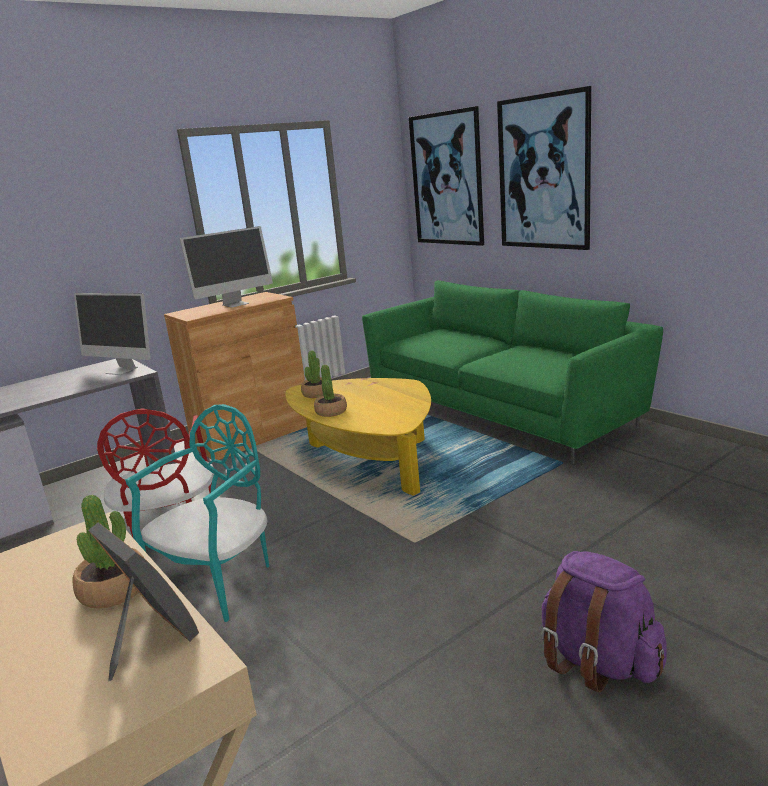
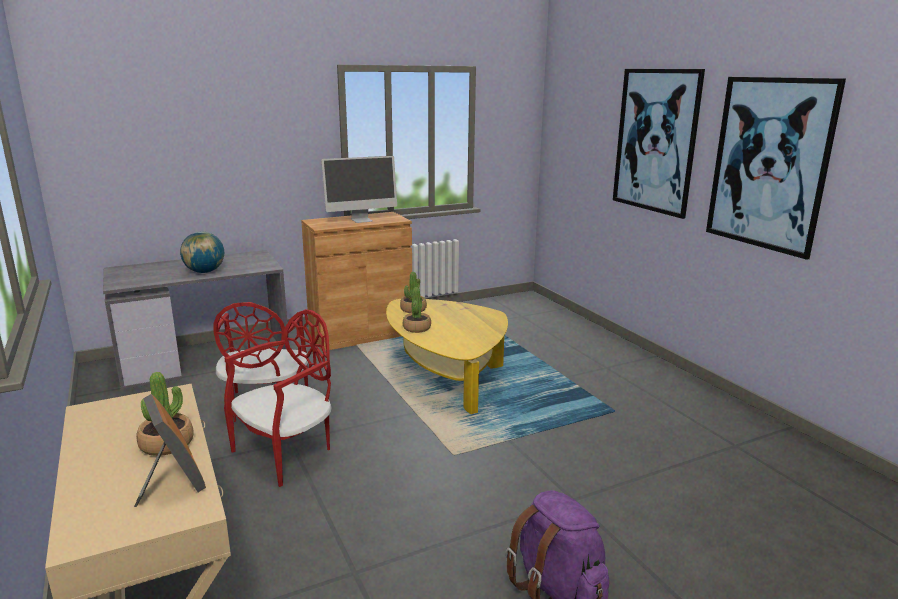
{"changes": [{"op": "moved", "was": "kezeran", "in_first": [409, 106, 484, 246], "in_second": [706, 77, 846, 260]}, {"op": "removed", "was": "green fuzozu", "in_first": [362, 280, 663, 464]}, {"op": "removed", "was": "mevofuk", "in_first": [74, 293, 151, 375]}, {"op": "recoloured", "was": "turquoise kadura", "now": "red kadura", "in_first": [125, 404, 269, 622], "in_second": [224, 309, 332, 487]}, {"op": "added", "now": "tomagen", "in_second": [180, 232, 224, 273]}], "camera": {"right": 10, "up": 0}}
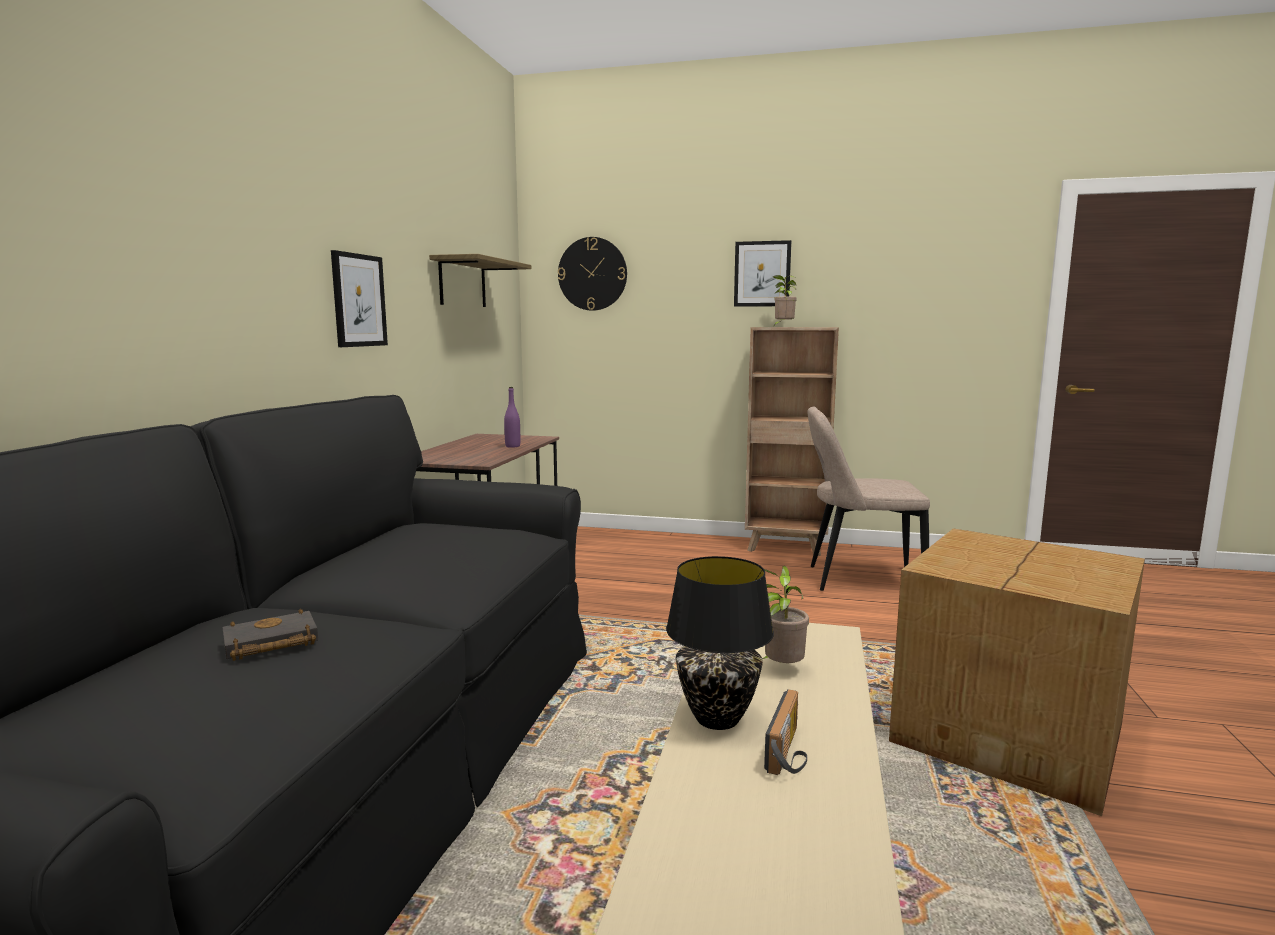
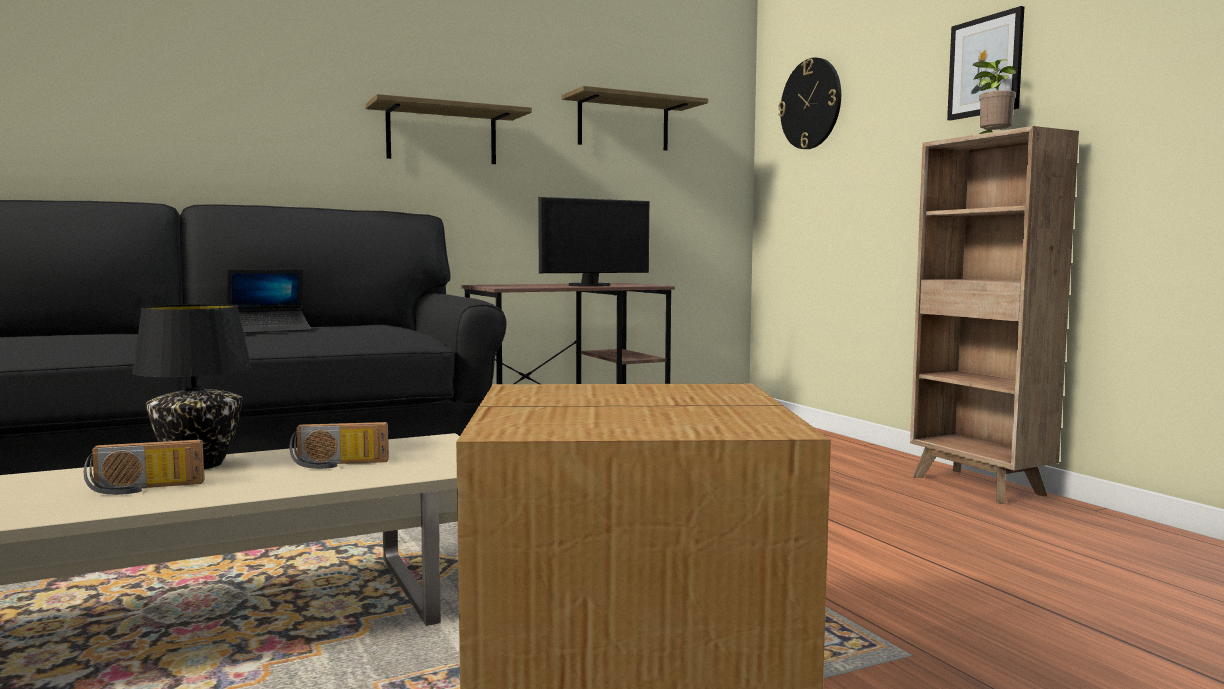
{"changes": [{"op": "replaced", "was": "kezeran", "now": "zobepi", "in_first": [331, 250, 388, 347], "in_second": [365, 94, 532, 164]}, {"op": "replaced", "was": "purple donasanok", "now": "mevofuk", "in_first": [504, 387, 520, 448], "in_second": [538, 197, 649, 287]}, {"op": "removed", "was": "beige kadura", "in_first": [808, 407, 930, 591]}, {"op": "replaced", "was": "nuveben", "now": "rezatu", "in_first": [762, 566, 809, 663], "in_second": [289, 422, 389, 469]}, {"op": "removed", "was": "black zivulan", "in_first": [222, 609, 318, 661]}, {"op": "added", "now": "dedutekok", "in_second": [227, 269, 311, 333]}], "camera": {"right": 50, "up": -5}}
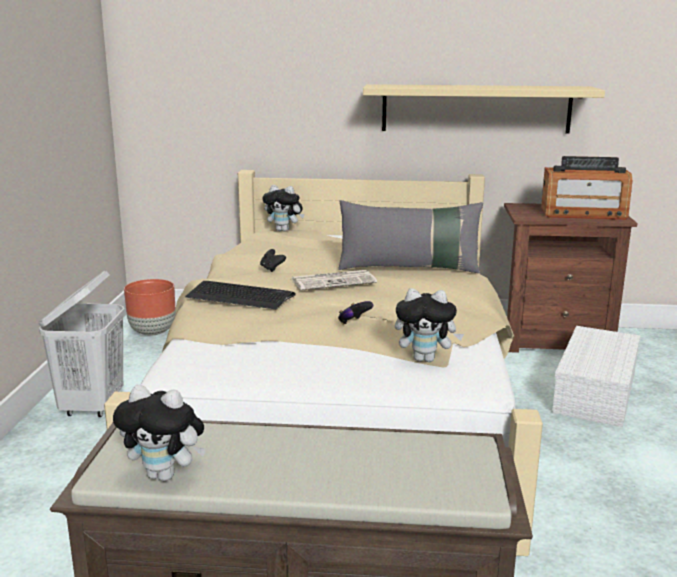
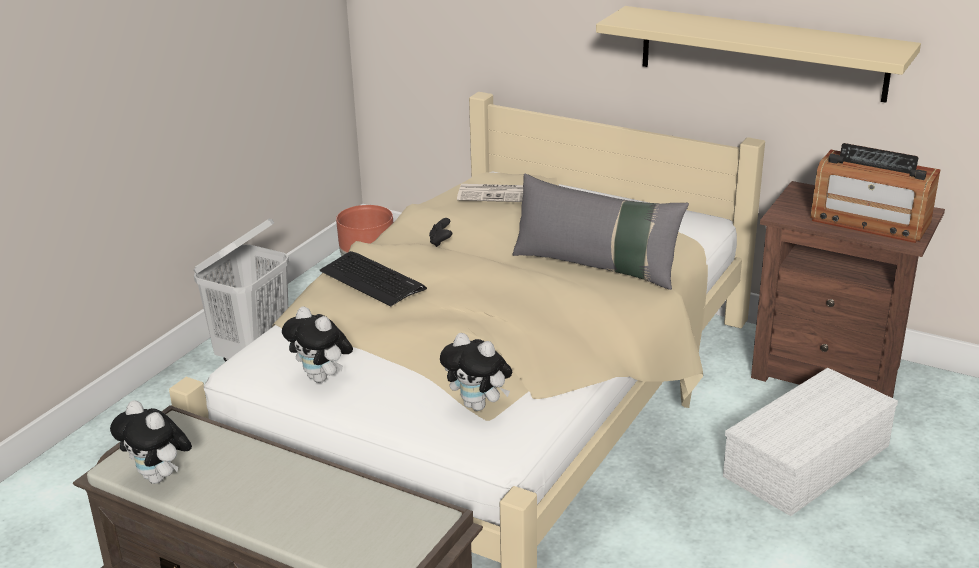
{"changes": [{"op": "moved", "was": "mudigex", "in_first": [263, 185, 305, 232], "in_second": [282, 306, 353, 383]}, {"op": "moved", "was": "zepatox", "in_first": [291, 270, 377, 290], "in_second": [457, 184, 523, 202]}, {"op": "removed", "was": "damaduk", "in_first": [338, 301, 373, 325]}], "camera": {"right": 25, "up": 10}}
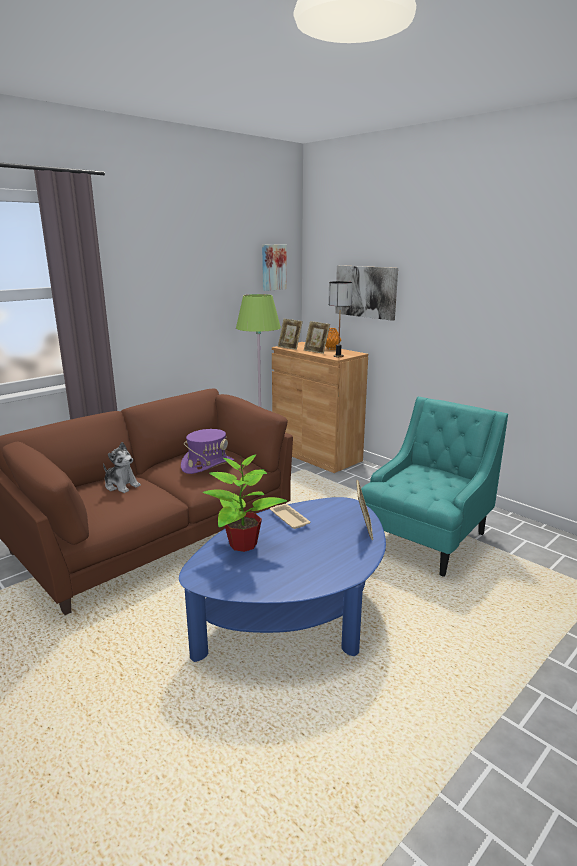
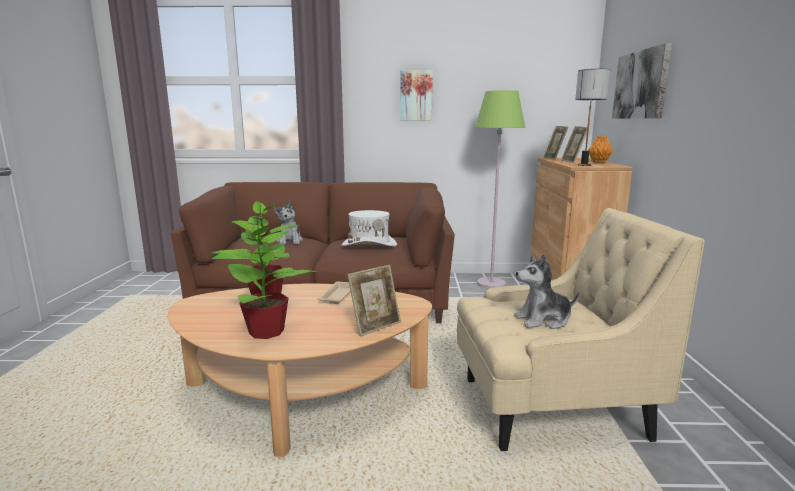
{"changes": [{"op": "moved", "was": "kezeran", "in_first": [262, 245, 287, 291], "in_second": [400, 70, 433, 120]}, {"op": "recoloured", "was": "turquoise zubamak", "now": "beige zubamak", "in_first": [361, 396, 508, 577], "in_second": [457, 208, 705, 451]}, {"op": "recoloured", "was": "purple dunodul", "now": "white dunodul", "in_first": [181, 429, 234, 474], "in_second": [342, 210, 397, 247]}, {"op": "recoloured", "was": "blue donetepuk", "now": "beige donetepuk", "in_first": [179, 497, 386, 662], "in_second": [167, 284, 432, 457]}, {"op": "added", "now": "nuveben", "in_second": [212, 215, 317, 339]}, {"op": "added", "now": "mudigex", "in_second": [514, 254, 580, 329]}], "camera": {"right": 45, "up": -5}}
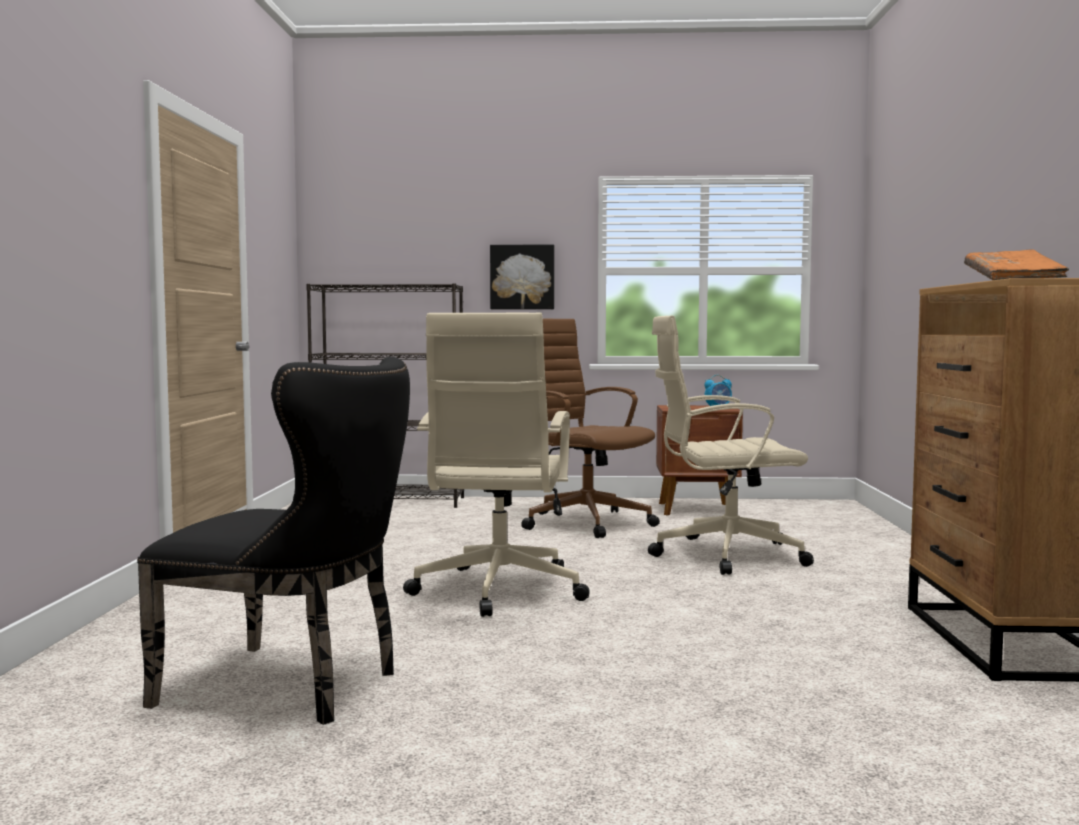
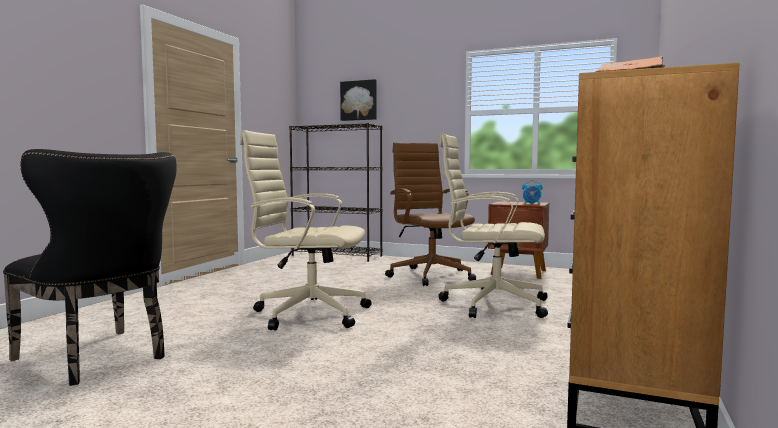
{"changes": [{"op": "moved", "was": "kezeran", "in_first": [490, 245, 554, 309], "in_second": [340, 79, 377, 121]}, {"op": "turned", "was": "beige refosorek", "in_first": [403, 313, 590, 617], "in_second": [240, 130, 372, 330], "clockwise": 75}], "camera": {"right": 20, "up": 0}}
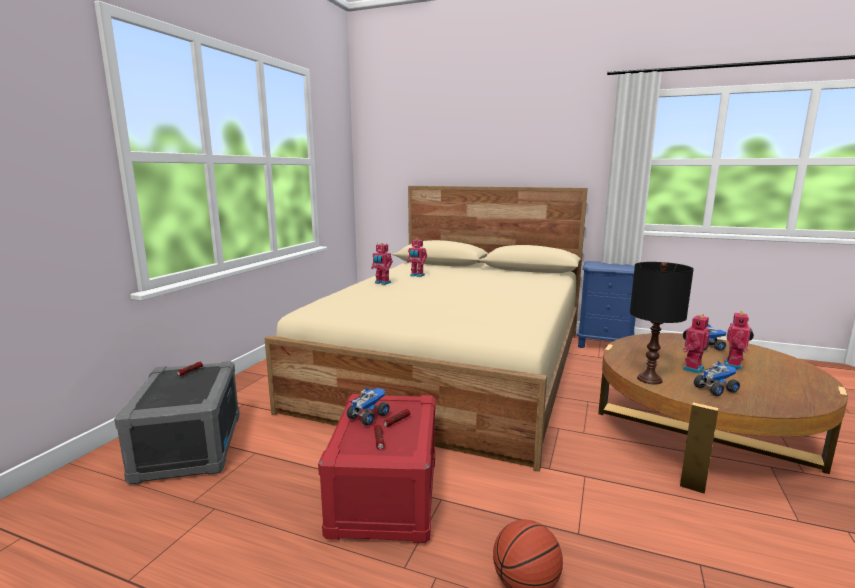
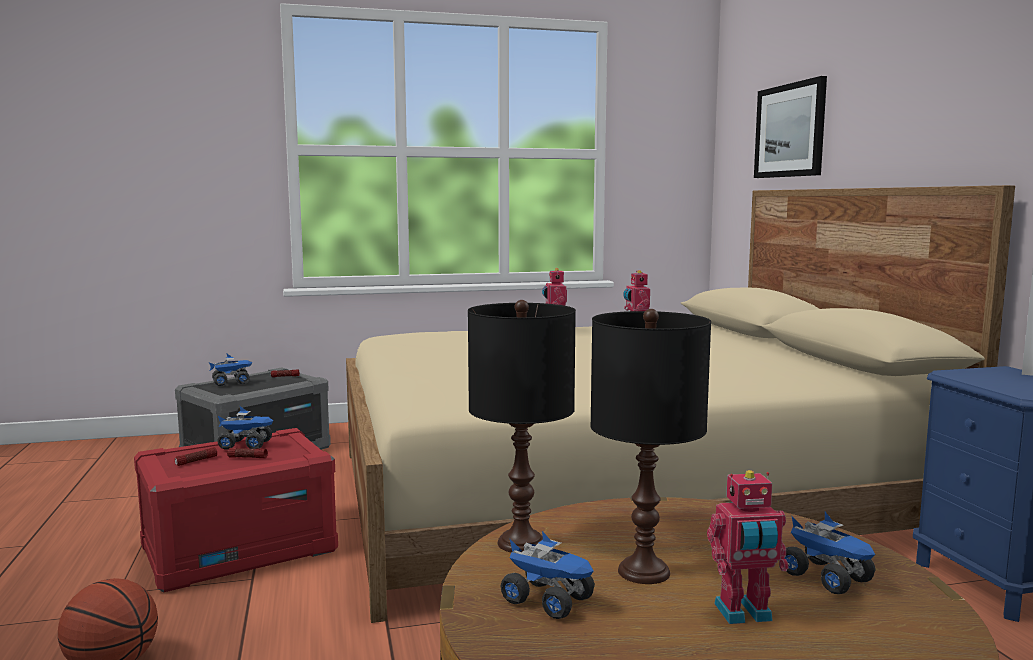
{"changes": [{"op": "replaced", "was": "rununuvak", "now": "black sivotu", "in_first": [683, 314, 710, 374], "in_second": [590, 309, 711, 584]}, {"op": "added", "now": "kezeran", "in_second": [754, 76, 827, 178]}, {"op": "added", "now": "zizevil", "in_second": [209, 353, 253, 386]}], "camera": {"right": 55, "up": -5}}
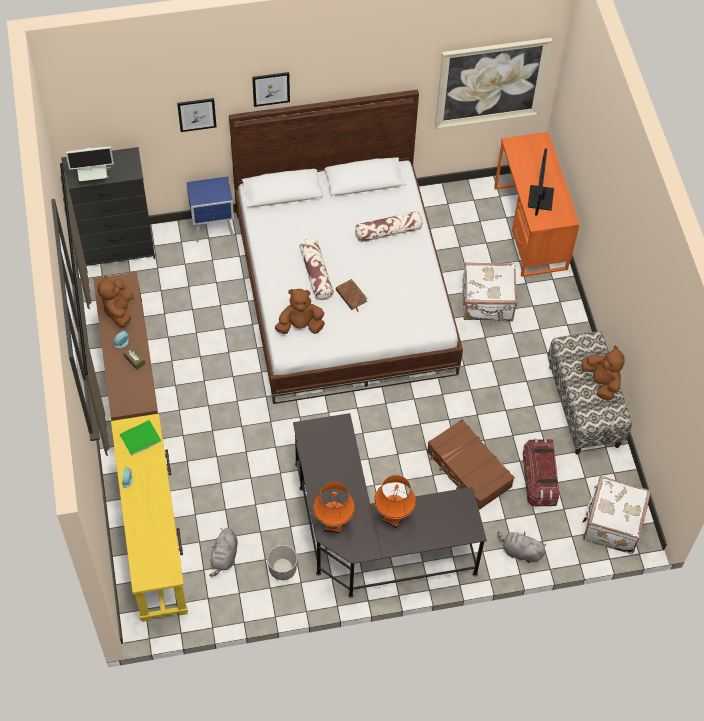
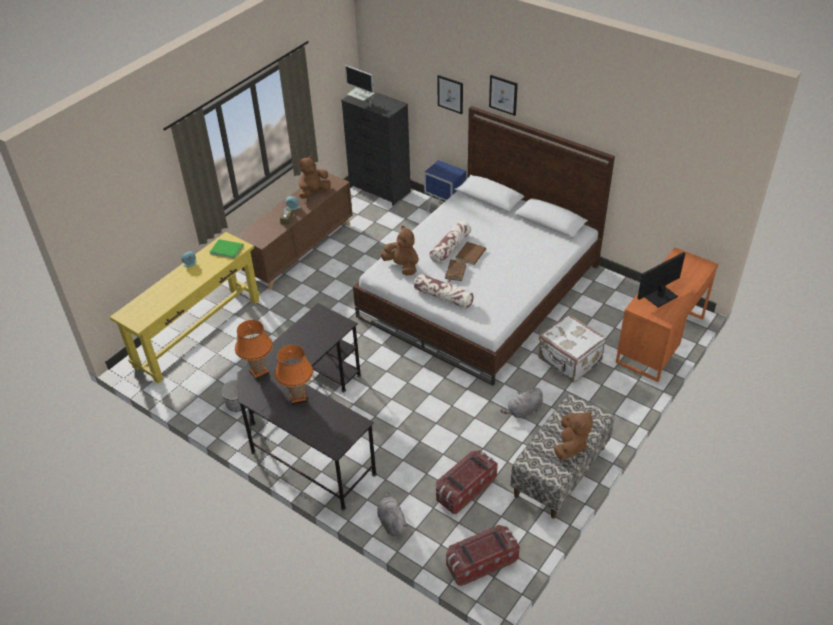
{"changes": [{"op": "removed", "was": "kezeran", "in_first": [435, 38, 553, 129]}, {"op": "moved", "was": "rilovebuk", "in_first": [355, 211, 423, 242], "in_second": [414, 274, 474, 309]}, {"op": "removed", "was": "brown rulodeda", "in_first": [427, 419, 515, 510]}, {"op": "replaced", "was": "white rulodeda", "now": "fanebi", "in_first": [582, 476, 651, 554], "in_second": [446, 525, 520, 586]}, {"op": "moved", "was": "grey mudigex", "in_first": [209, 528, 238, 577], "in_second": [500, 388, 543, 419]}, {"op": "added", "now": "brown zivulan", "in_second": [456, 242, 486, 265]}], "camera": {"right": 50, "up": -15}}
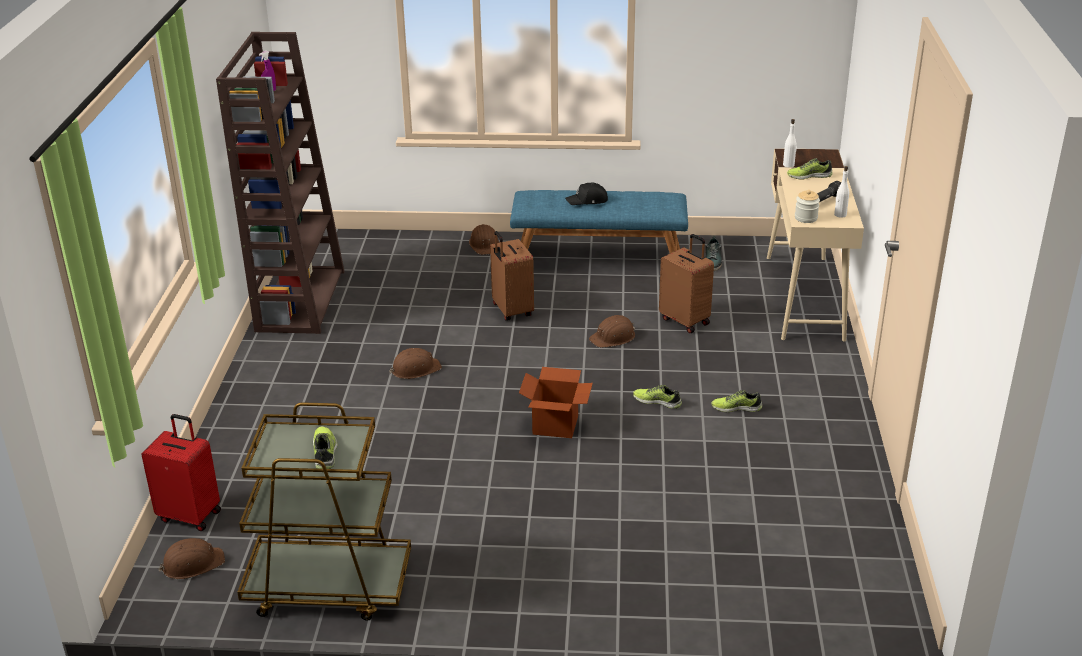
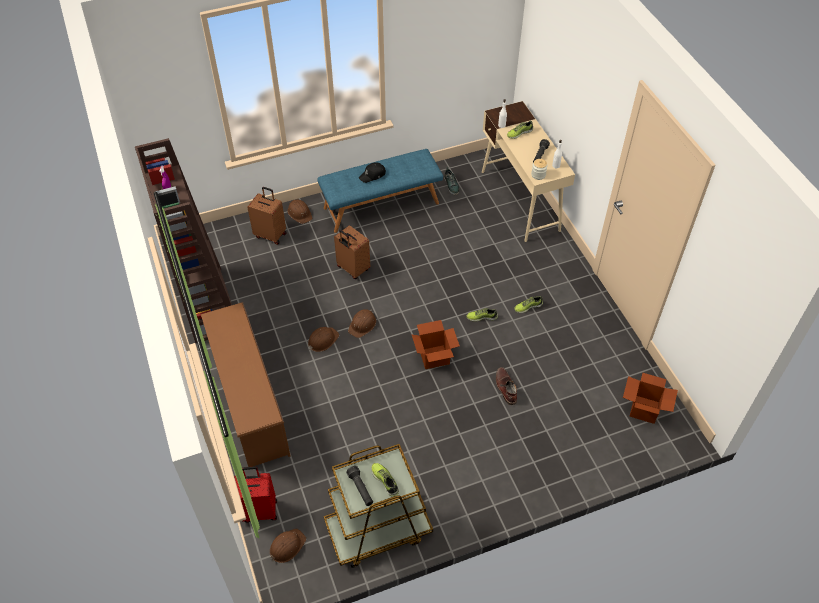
{"changes": [{"op": "moved", "was": "brown rulodeda", "in_first": [659, 234, 714, 333], "in_second": [247, 187, 287, 245]}, {"op": "moved", "was": "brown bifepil", "in_first": [589, 315, 635, 348], "in_second": [348, 309, 376, 338]}, {"op": "added", "now": "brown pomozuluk", "in_second": [201, 302, 291, 467]}, {"op": "added", "now": "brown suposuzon", "in_second": [496, 367, 517, 405]}, {"op": "added", "now": "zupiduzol", "in_second": [623, 373, 678, 424]}, {"op": "added", "now": "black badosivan", "in_second": [346, 466, 373, 506]}], "camera": {"right": -25, "up": 20}}
